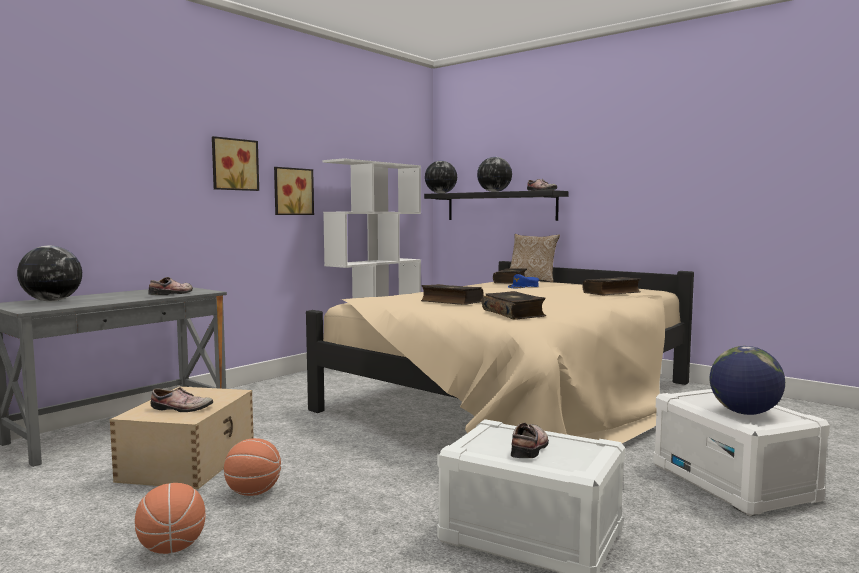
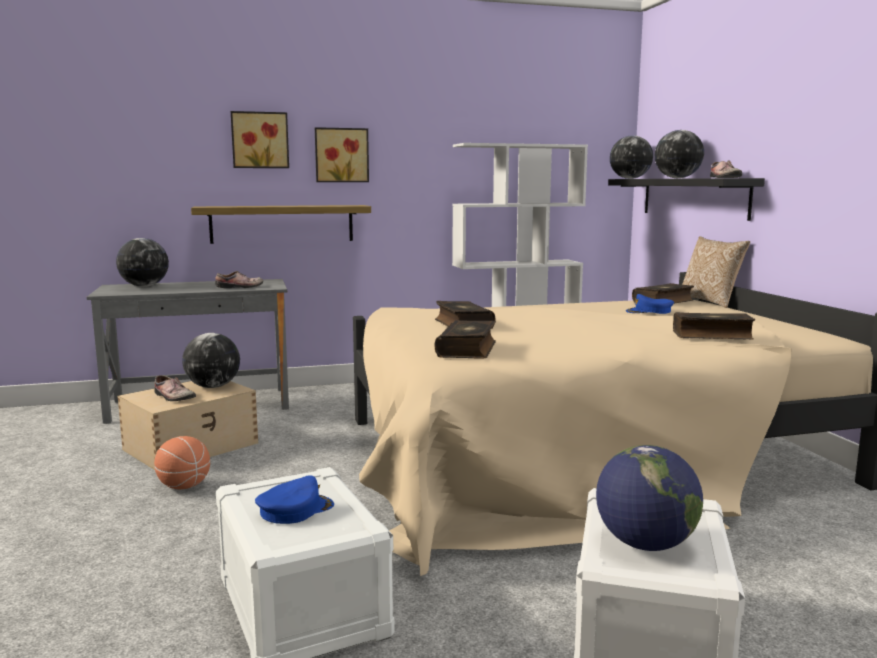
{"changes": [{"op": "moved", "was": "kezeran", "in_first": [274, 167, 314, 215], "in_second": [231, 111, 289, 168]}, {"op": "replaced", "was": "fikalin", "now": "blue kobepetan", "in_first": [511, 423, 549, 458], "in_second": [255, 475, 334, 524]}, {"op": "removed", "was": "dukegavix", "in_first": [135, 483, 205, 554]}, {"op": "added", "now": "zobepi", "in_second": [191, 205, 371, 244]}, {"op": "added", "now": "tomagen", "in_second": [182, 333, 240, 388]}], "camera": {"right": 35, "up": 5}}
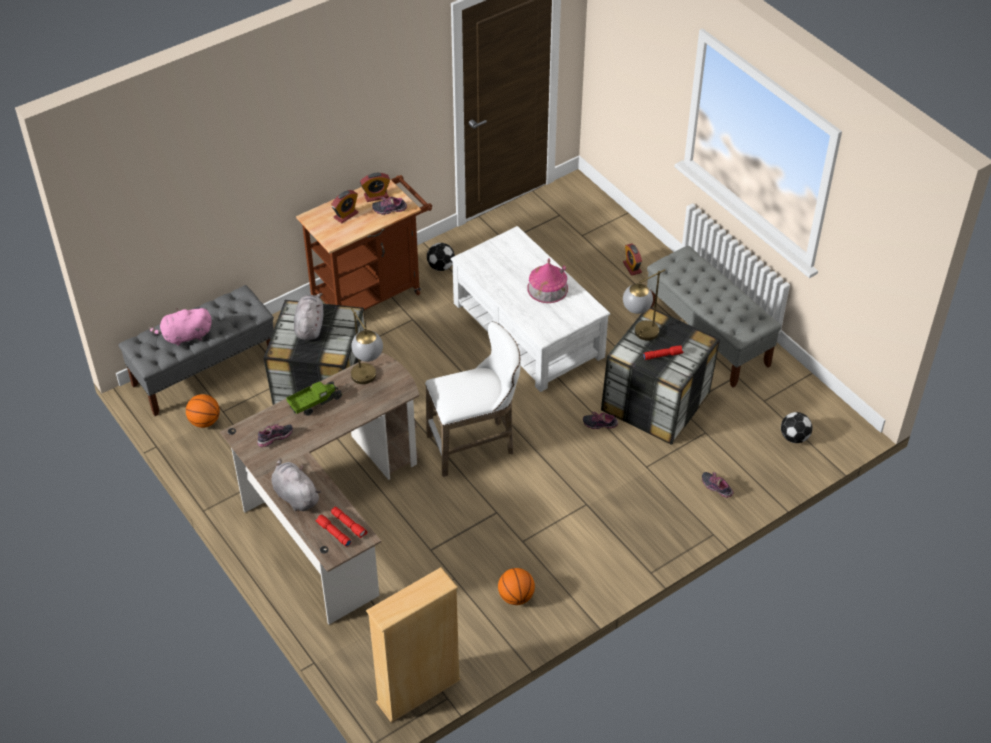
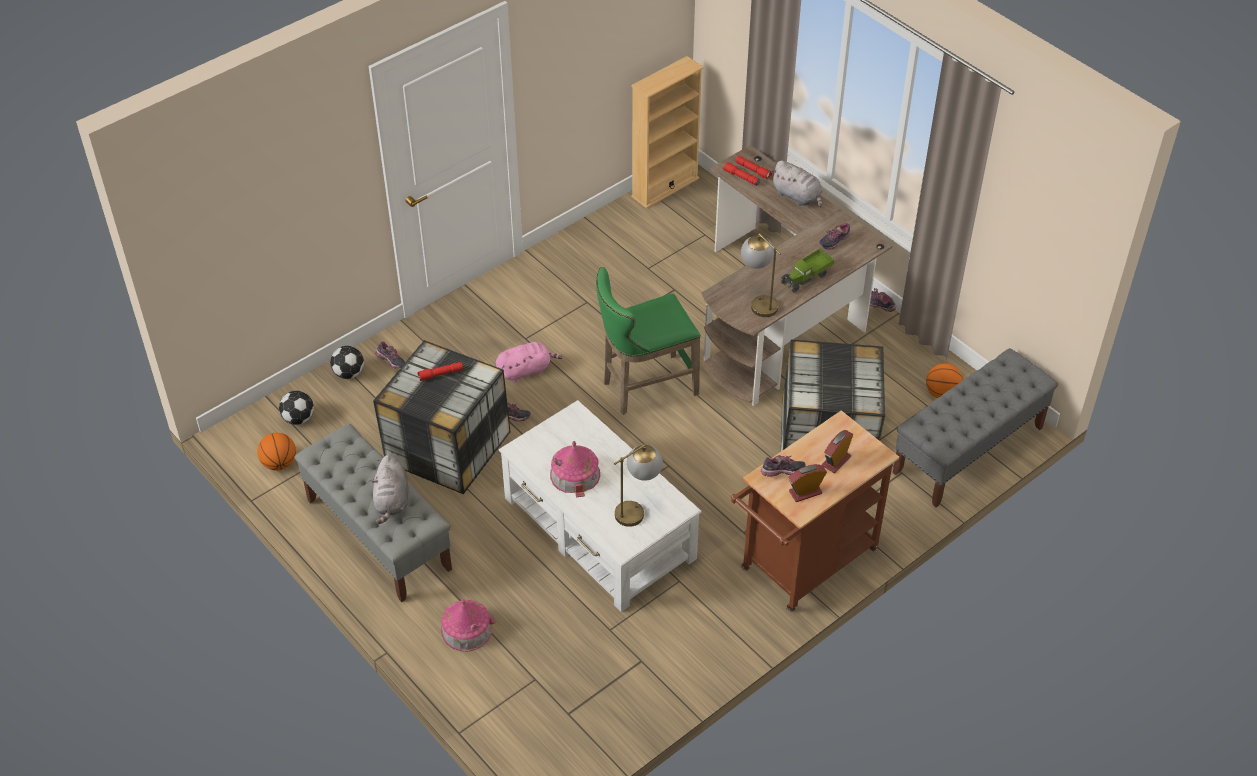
{"changes": [{"op": "moved", "was": "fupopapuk", "in_first": [427, 243, 455, 271], "in_second": [330, 346, 364, 379]}, {"op": "replaced", "was": "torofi", "now": "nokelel", "in_first": [623, 244, 642, 276], "in_second": [441, 599, 496, 651]}, {"op": "moved", "was": "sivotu", "in_first": [623, 269, 665, 341], "in_second": [614, 444, 663, 527]}, {"op": "moved", "was": "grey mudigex", "in_first": [294, 293, 324, 341], "in_second": [372, 455, 409, 524]}, {"op": "moved", "was": "pink mudigex", "in_first": [149, 308, 212, 346], "in_second": [496, 342, 563, 382]}, {"op": "recoloured", "was": "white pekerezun", "now": "green pekerezun", "in_first": [425, 321, 521, 477], "in_second": [596, 267, 701, 415]}, {"op": "moved", "was": "dukegavix", "in_first": [498, 568, 535, 605], "in_second": [257, 433, 296, 470]}, {"op": "added", "now": "fikalin", "in_second": [870, 288, 897, 312]}], "camera": {"right": 175, "up": 0}}
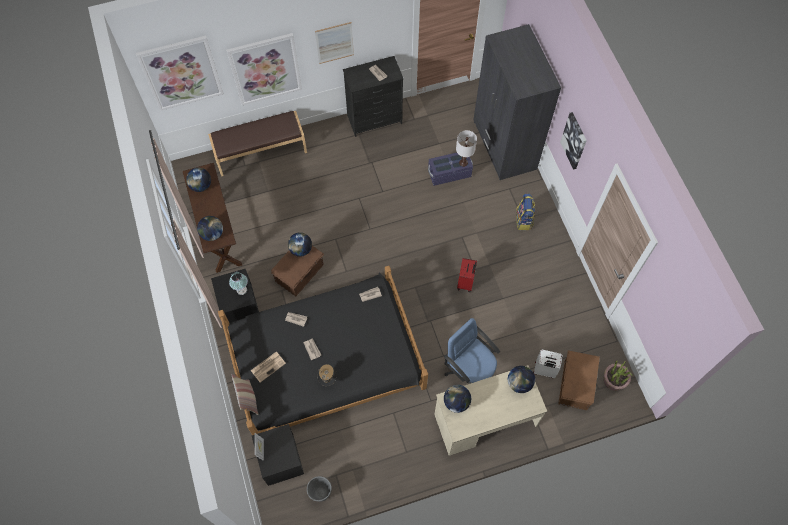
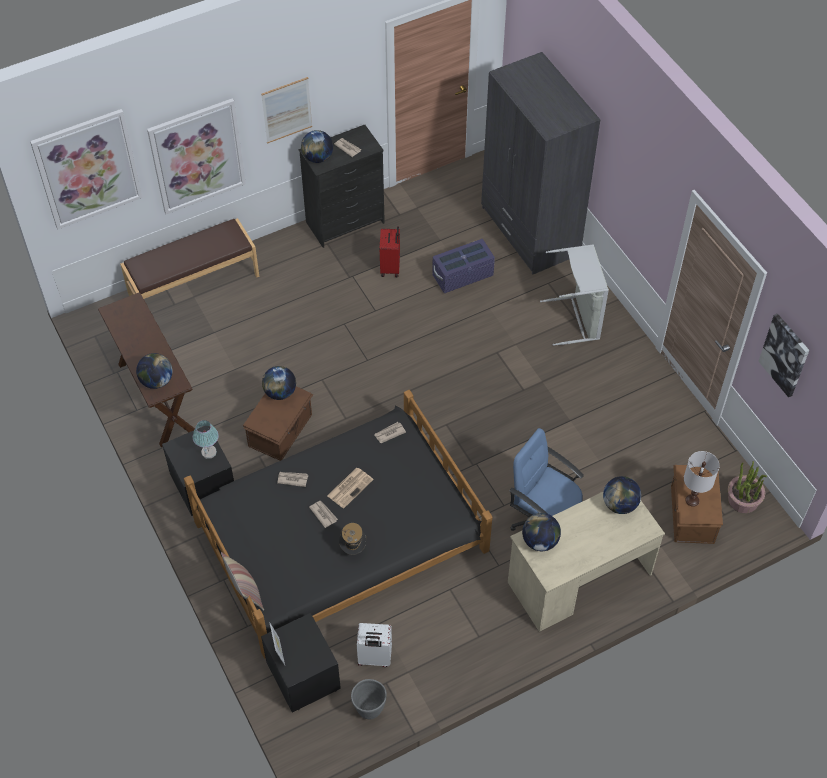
{"changes": [{"op": "moved", "was": "kezeran", "in_first": [560, 112, 587, 169], "in_second": [758, 313, 809, 398]}, {"op": "moved", "was": "white sivotu", "in_first": [456, 130, 477, 167], "in_second": [684, 451, 720, 507]}, {"op": "moved", "was": "tomagen", "in_first": [186, 168, 211, 192], "in_second": [301, 130, 333, 163]}, {"op": "replaced", "was": "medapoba", "now": "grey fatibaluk", "in_first": [516, 193, 536, 230], "in_second": [540, 244, 609, 346]}, {"op": "moved", "was": "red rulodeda", "in_first": [457, 258, 477, 292], "in_second": [380, 226, 400, 277]}, {"op": "moved", "was": "white rulodeda", "in_first": [533, 350, 563, 378], "in_second": [357, 623, 392, 667]}, {"op": "moved", "was": "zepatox", "in_first": [251, 352, 286, 382], "in_second": [327, 468, 374, 508]}], "camera": {"right": -10, "up": -10}}
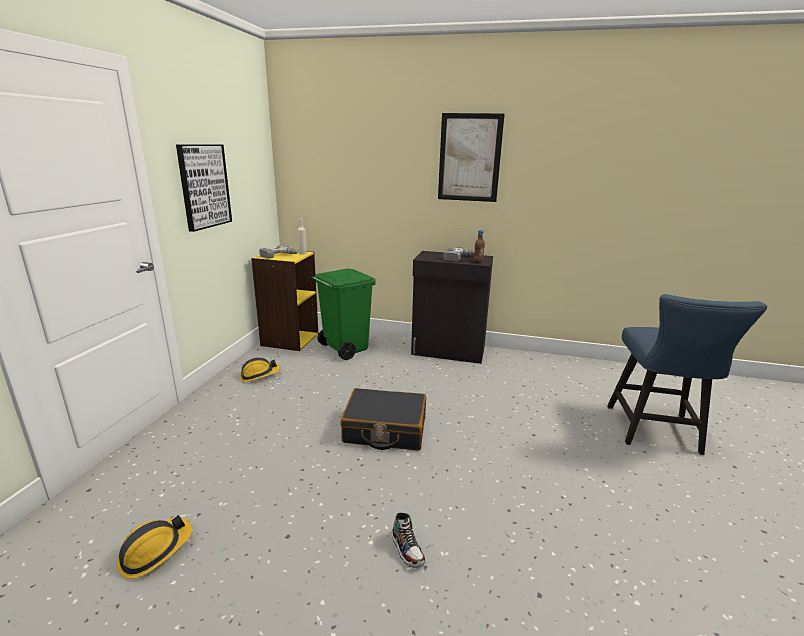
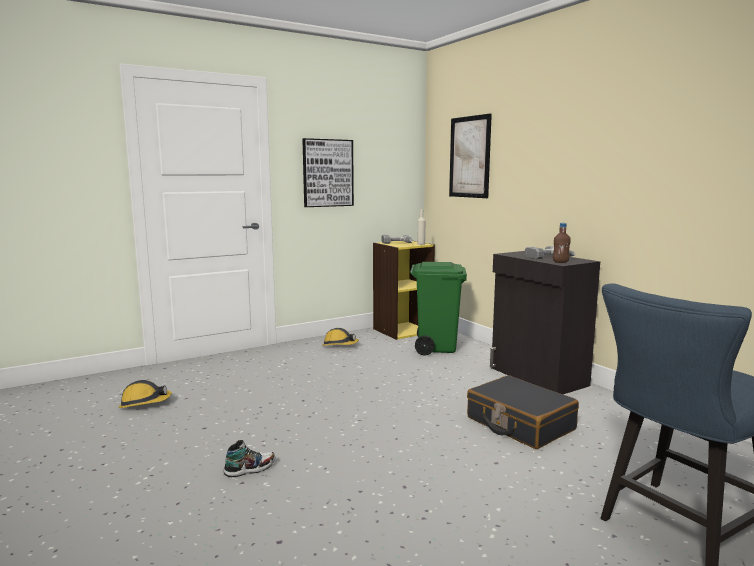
{"changes": [{"op": "moved", "was": "kezeran", "in_first": [438, 113, 505, 202], "in_second": [449, 113, 492, 198]}, {"op": "moved", "was": "black rulodeda", "in_first": [340, 388, 426, 451], "in_second": [467, 375, 579, 449]}, {"op": "turned", "was": "fikalin", "in_first": [392, 513, 426, 568], "in_second": [223, 440, 275, 477], "clockwise": -135}], "camera": {"right": 45, "up": -10}}
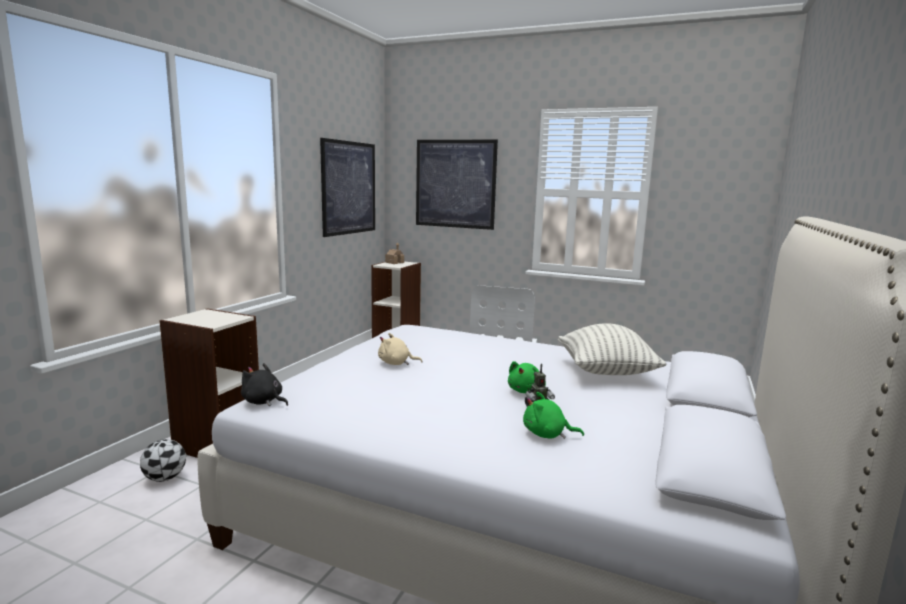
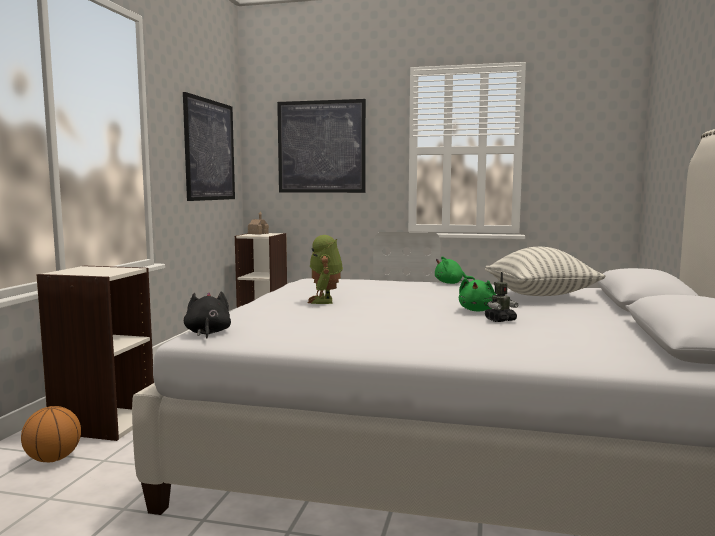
{"changes": [{"op": "replaced", "was": "beige mudigex", "now": "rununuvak", "in_first": [378, 333, 423, 365], "in_second": [308, 235, 343, 304]}, {"op": "turned", "was": "black mudigex", "in_first": [241, 363, 288, 406], "in_second": [184, 291, 231, 339], "clockwise": 60}, {"op": "moved", "was": "green mudigex", "in_first": [523, 392, 584, 439], "in_second": [435, 256, 475, 284]}, {"op": "replaced", "was": "fupopapuk", "now": "dukegavix", "in_first": [140, 439, 186, 482], "in_second": [21, 406, 81, 462]}], "camera": {"right": -10, "up": -5}}
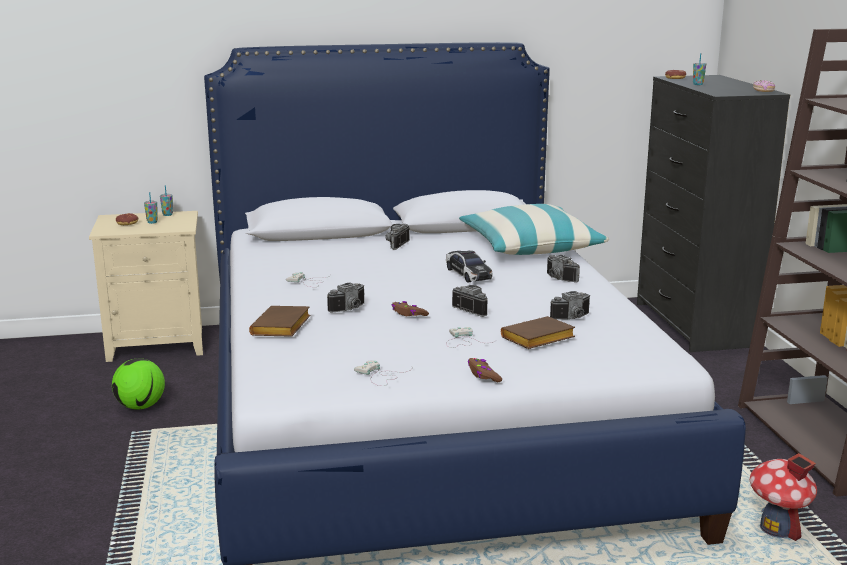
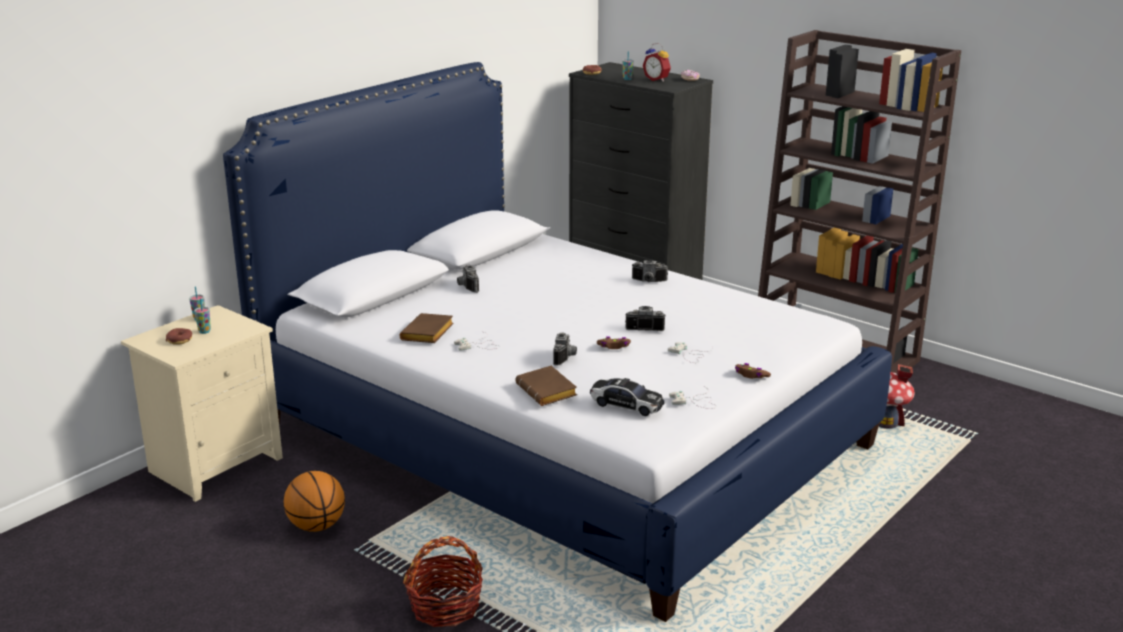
{"changes": [{"op": "removed", "was": "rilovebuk", "in_first": [459, 204, 609, 255]}, {"op": "moved", "was": "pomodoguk", "in_first": [446, 250, 493, 283], "in_second": [590, 378, 665, 416]}, {"op": "removed", "was": "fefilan", "in_first": [550, 291, 590, 320]}, {"op": "moved", "was": "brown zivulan", "in_first": [501, 316, 575, 349], "in_second": [400, 313, 454, 343]}, {"op": "replaced", "was": "fupopapuk", "now": "dukegavix", "in_first": [112, 358, 165, 410], "in_second": [284, 471, 345, 532]}, {"op": "added", "now": "torofi", "in_second": [643, 43, 671, 82]}, {"op": "added", "now": "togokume", "in_second": [403, 536, 483, 627]}], "camera": {"right": -40, "up": 5}}
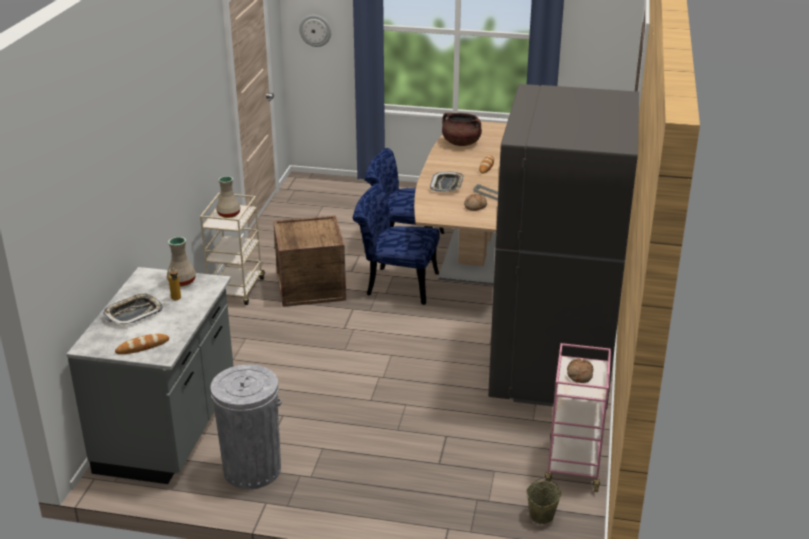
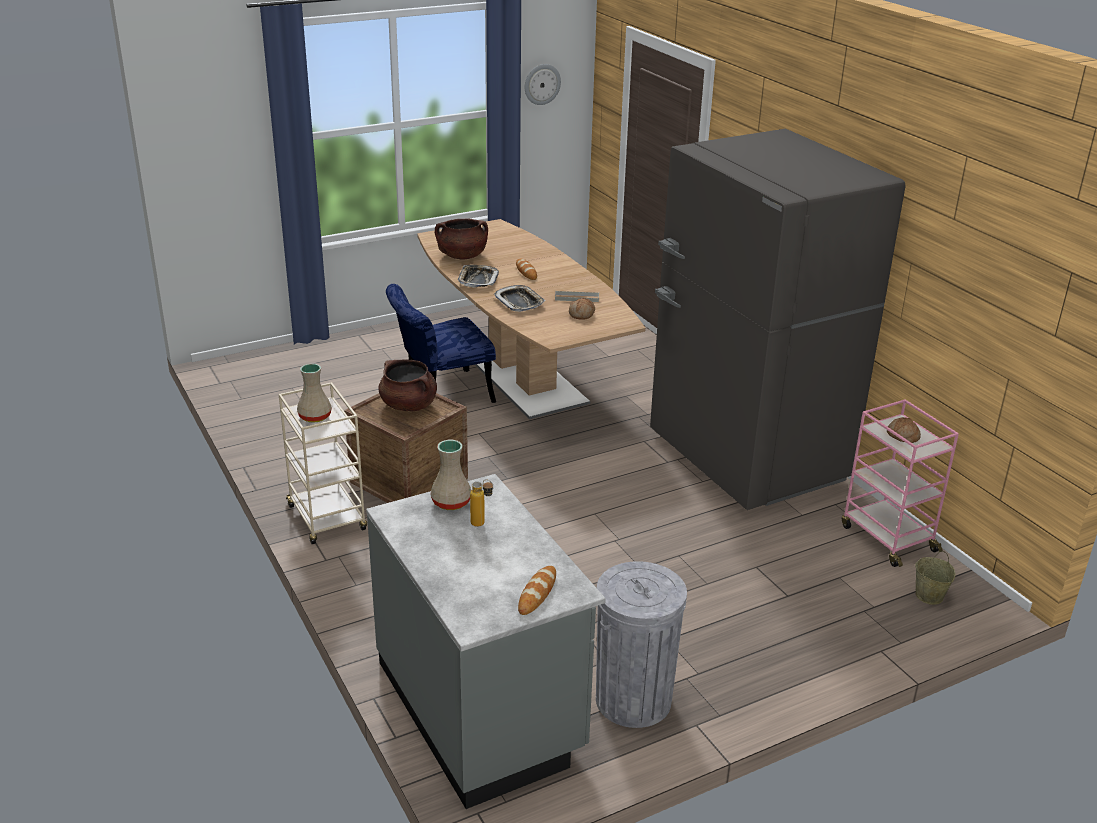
{"changes": [{"op": "moved", "was": "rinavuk", "in_first": [299, 15, 331, 47], "in_second": [525, 64, 561, 105]}, {"op": "removed", "was": "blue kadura", "in_first": [353, 183, 440, 305]}, {"op": "moved", "was": "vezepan", "in_first": [103, 293, 163, 326], "in_second": [458, 265, 499, 288]}, {"op": "added", "now": "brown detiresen", "in_second": [378, 359, 437, 411]}], "camera": {"right": -40, "up": 0}}
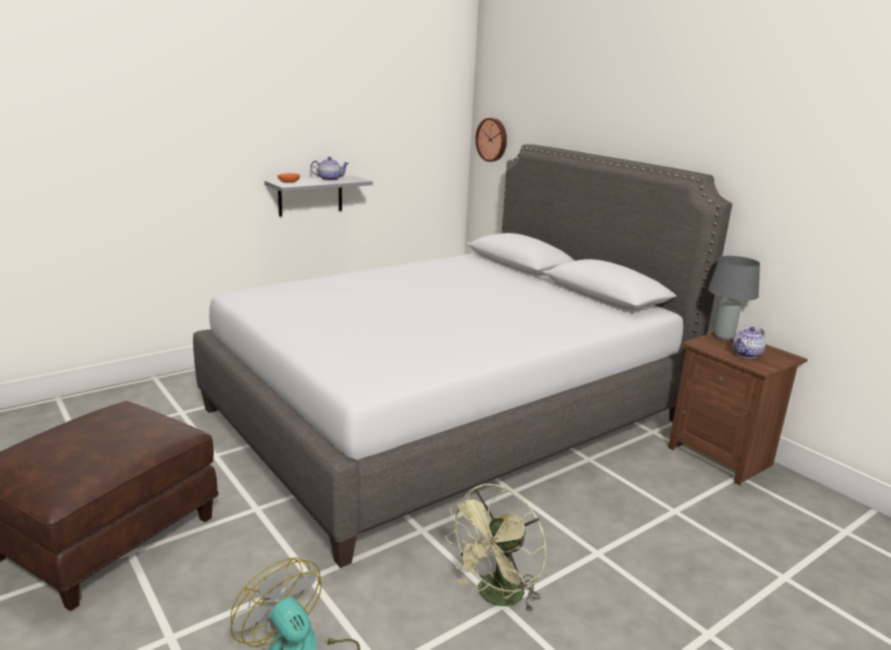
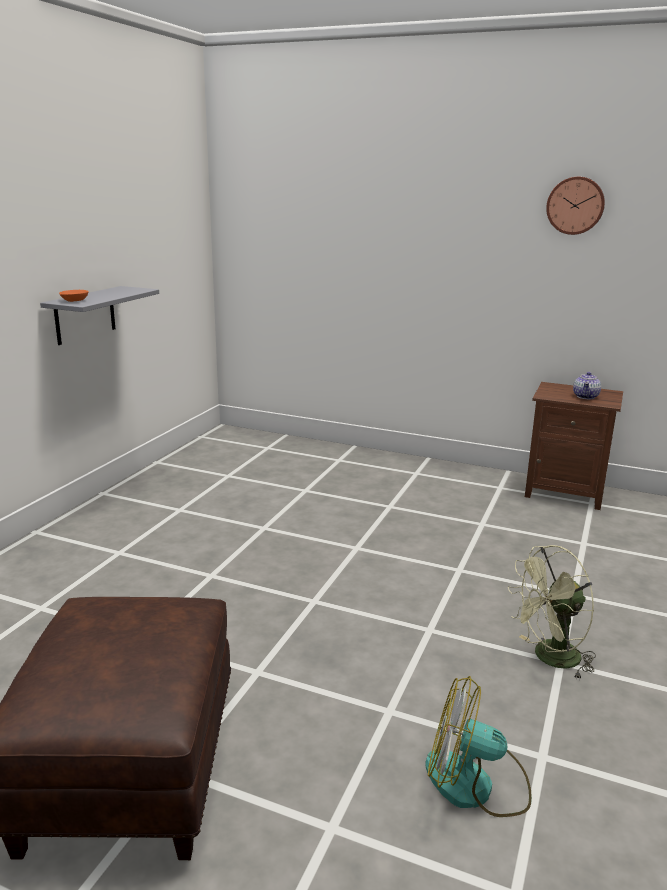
{"changes": [{"op": "moved", "was": "rinavuk", "in_first": [475, 118, 507, 162], "in_second": [546, 177, 605, 235]}, {"op": "removed", "was": "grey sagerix", "in_first": [193, 144, 732, 568]}, {"op": "removed", "was": "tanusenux", "in_first": [310, 157, 349, 181]}, {"op": "removed", "was": "grey sivotu", "in_first": [708, 256, 760, 340]}, {"op": "turned", "was": "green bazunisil", "in_first": [444, 484, 547, 613], "in_second": [508, 545, 596, 680], "clockwise": 60}], "camera": {"right": -30, "up": 0}}
